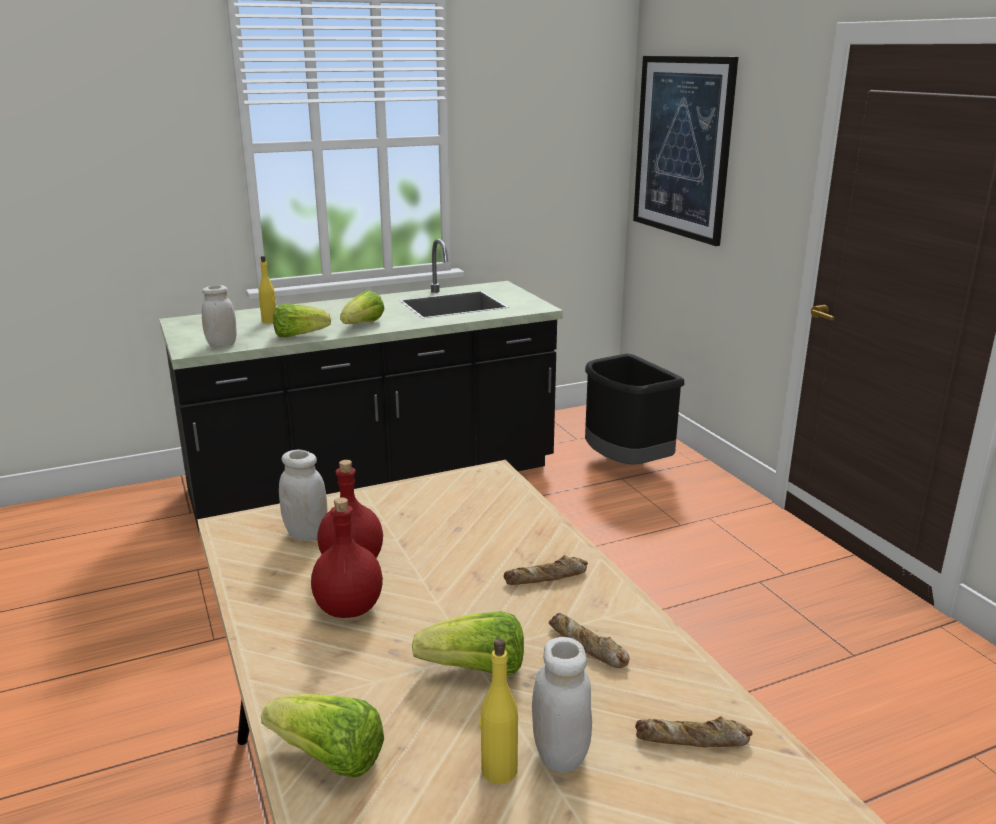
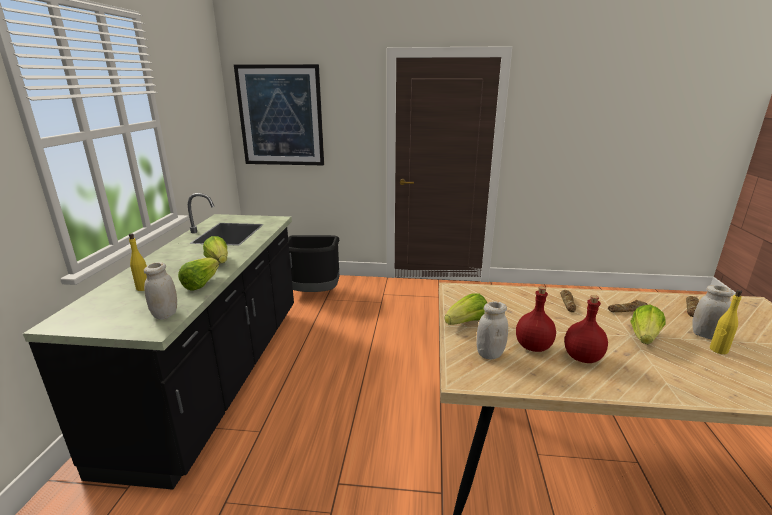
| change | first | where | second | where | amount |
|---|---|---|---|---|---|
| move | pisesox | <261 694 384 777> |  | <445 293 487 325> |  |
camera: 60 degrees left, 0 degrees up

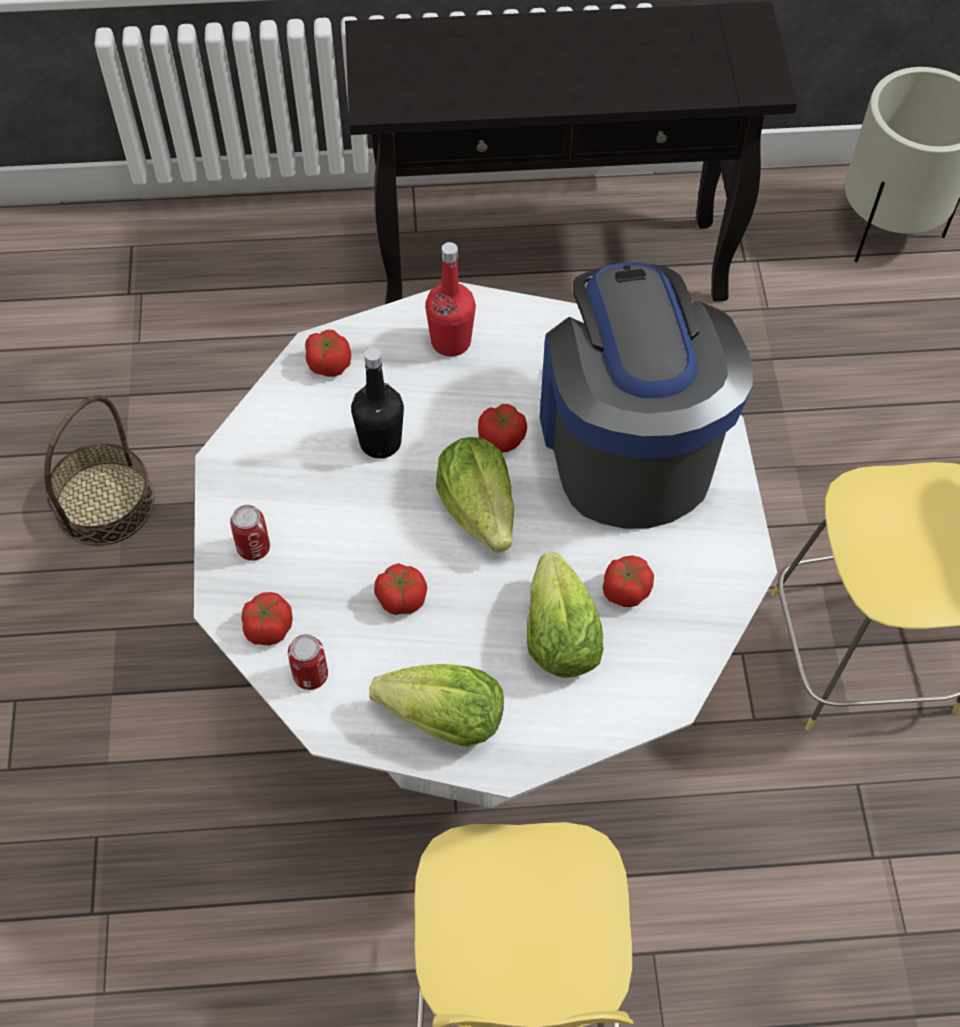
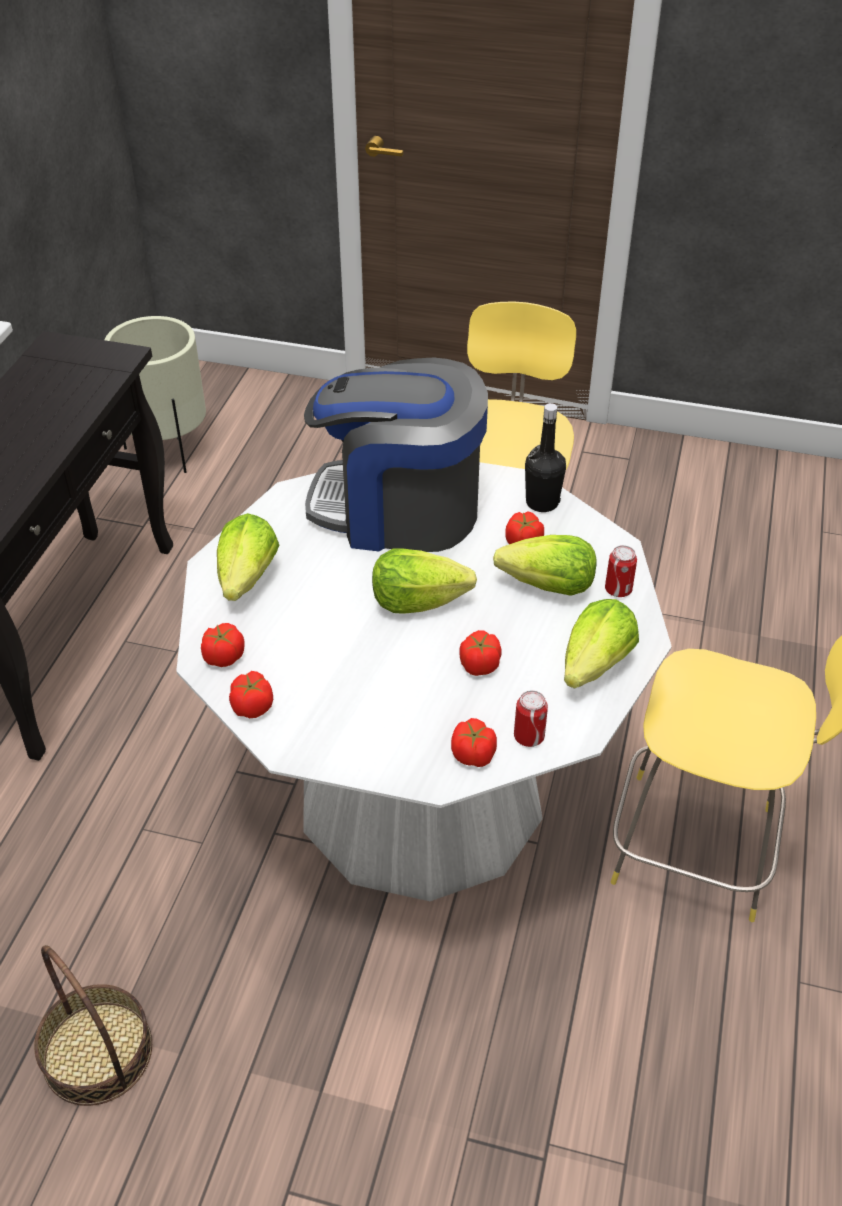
| change | first | where | second | where | amount |
|---|---|---|---|---|---|
| replace | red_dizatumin | <425 242 476 357> | pisesox | <217 513 279 601> |  |
| move | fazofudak | <478 404 527 453> |  | <229 671 273 719> |  |
| move | black_dizatumin | <351 347 404 459> |  | <525 403 566 512> |  |
| move | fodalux | <230 505 270 561> |  | <605 545 637 597> |  |
camera: 70 degrees left, 15 degrees down

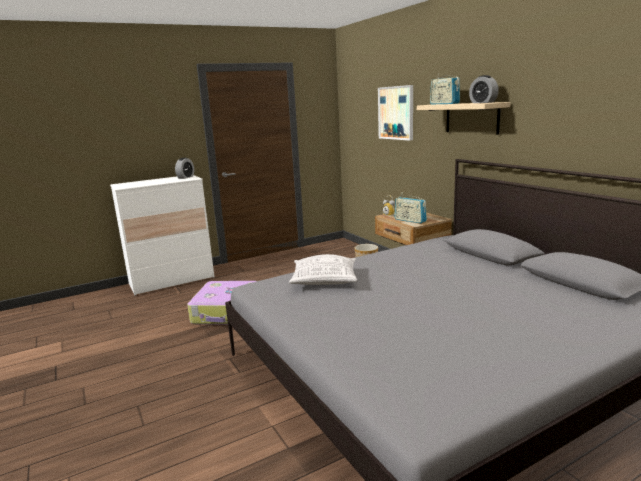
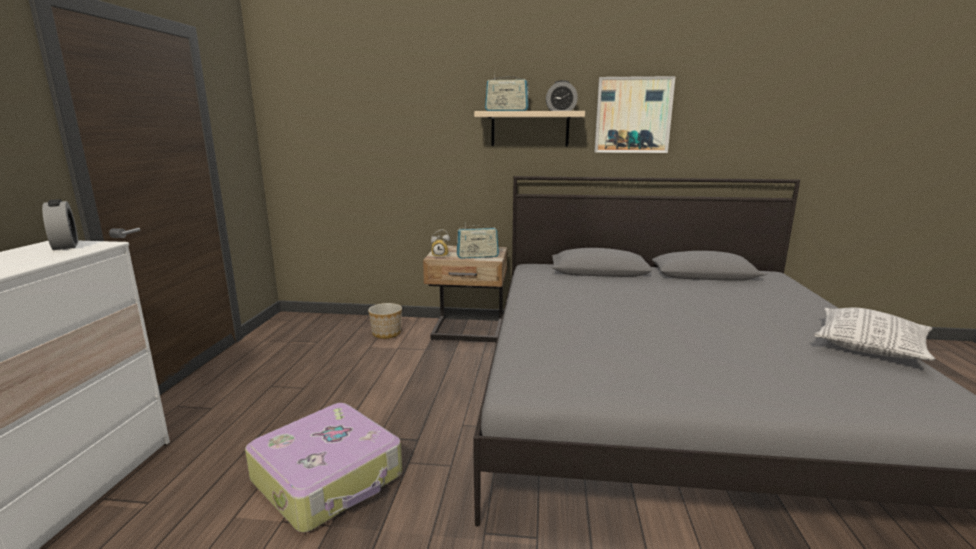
| change | first | where | second | where | amount |
|---|---|---|---|---|---|
| move | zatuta | <378 85 413 141> |  | <595 76 676 153> |  |
| move | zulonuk | <289 254 357 285> |  | <814 307 935 361> |  |
camera: 55 degrees left, 0 degrees up

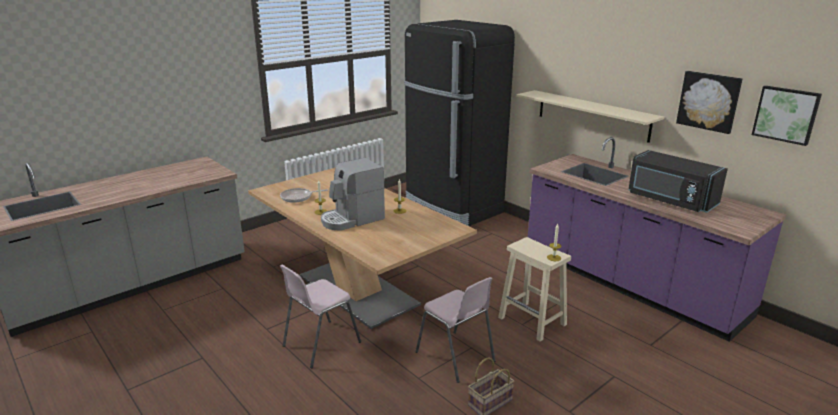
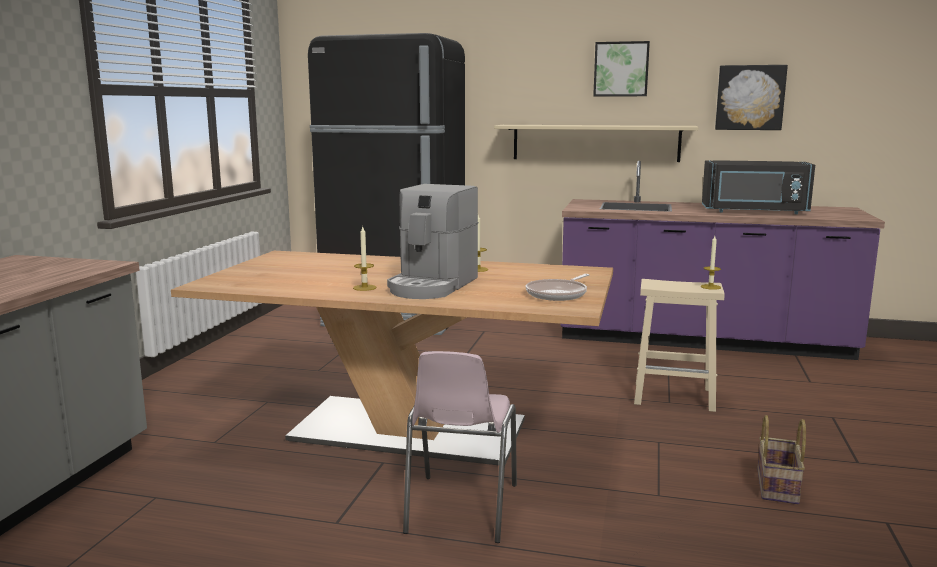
| change | first | where | second | where | amount |
|---|---|---|---|---|---|
| move | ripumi | <280 188 328 203> |  | <526 274 590 301> |  |
| move | zatuta | <752 86 822 146> |  | <593 41 650 96> |  |
| delete | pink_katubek | <415 277 495 383> |  |  |  |
camera: 35 degrees left, 10 degrees down

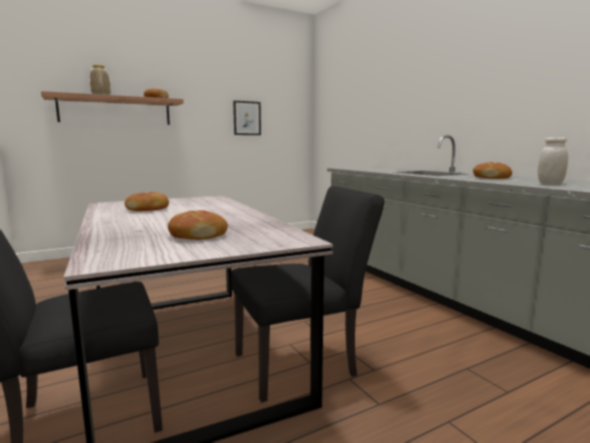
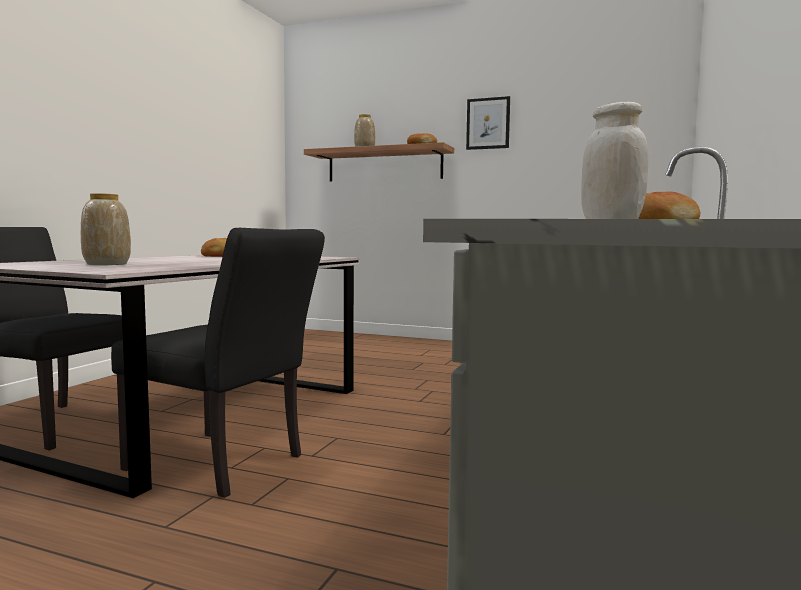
| change | first | where | second | where | amount |
|---|---|---|---|---|---|
| replace | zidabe | <168 210 228 240> | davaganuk | <81 193 131 265> |  |
| move | zatuta | <233 101 261 135> |  | <466 96 510 150> |  |
camera: 50 degrees right, 5 degrees down

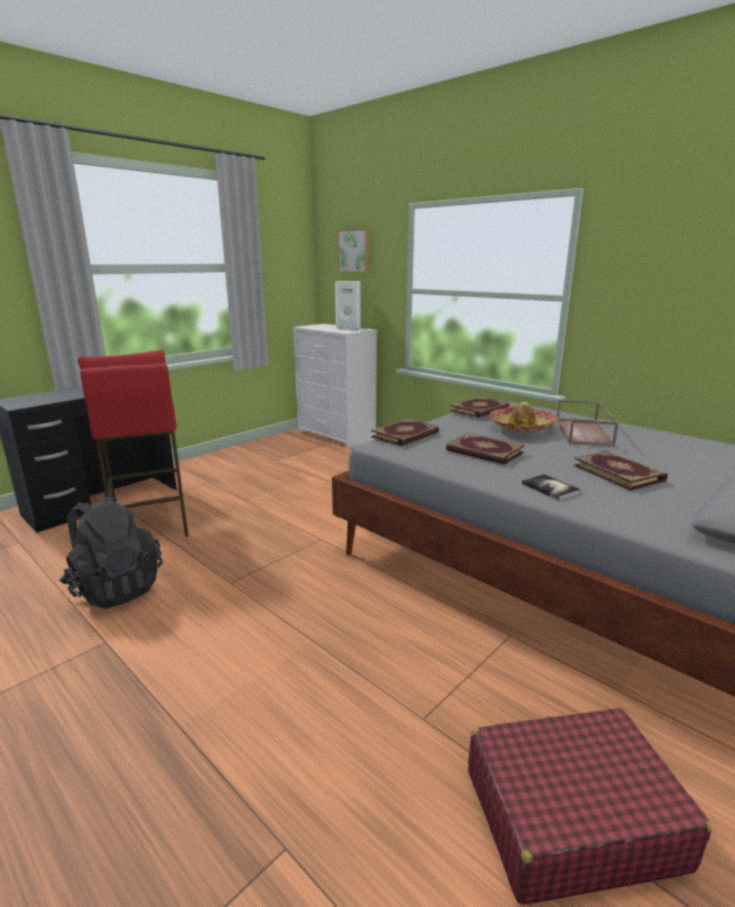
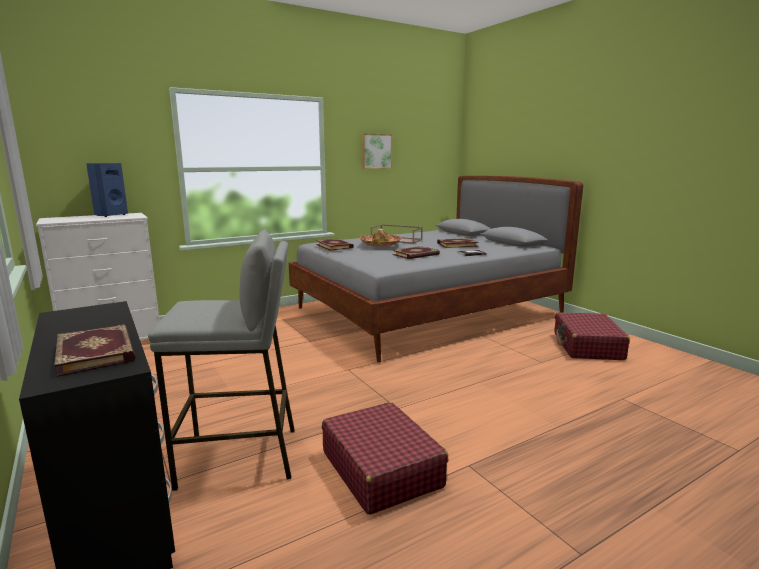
| change | first | where | second | where | amount |
|---|---|---|---|---|---|
| move | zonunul | <371 418 439 446> |  | <55 324 135 377> |  |
| recolor | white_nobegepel | <335 281 361 330> | blue_nobegepel | <86 163 128 217> |  |
| recolor | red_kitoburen | <78 350 188 537> | grey_kitoburen | <148 229 295 491> |  |
| replace | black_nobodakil | <60 495 162 609> | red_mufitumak | <322 402 448 515> |  |
| move | zatuta | <337 228 370 272> |  | <362 133 393 169> |  |
camera: 75 degrees left, 5 degrees down

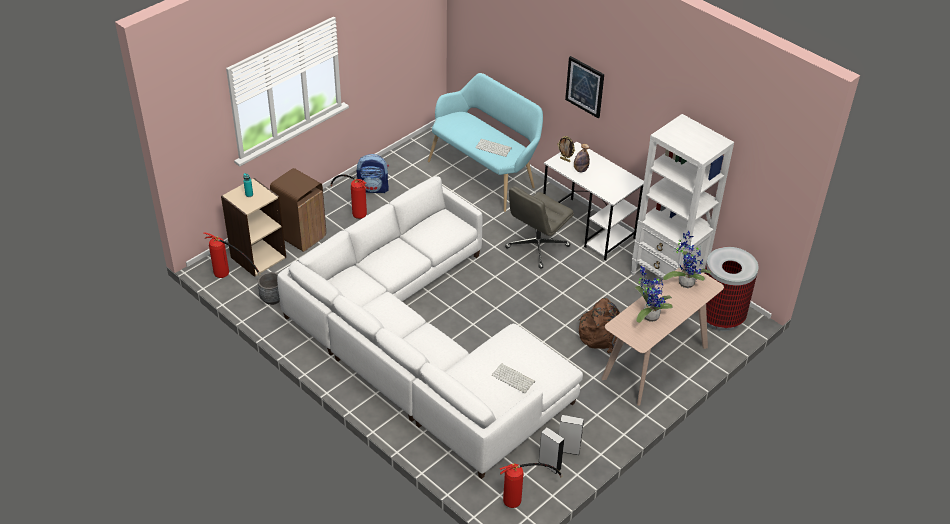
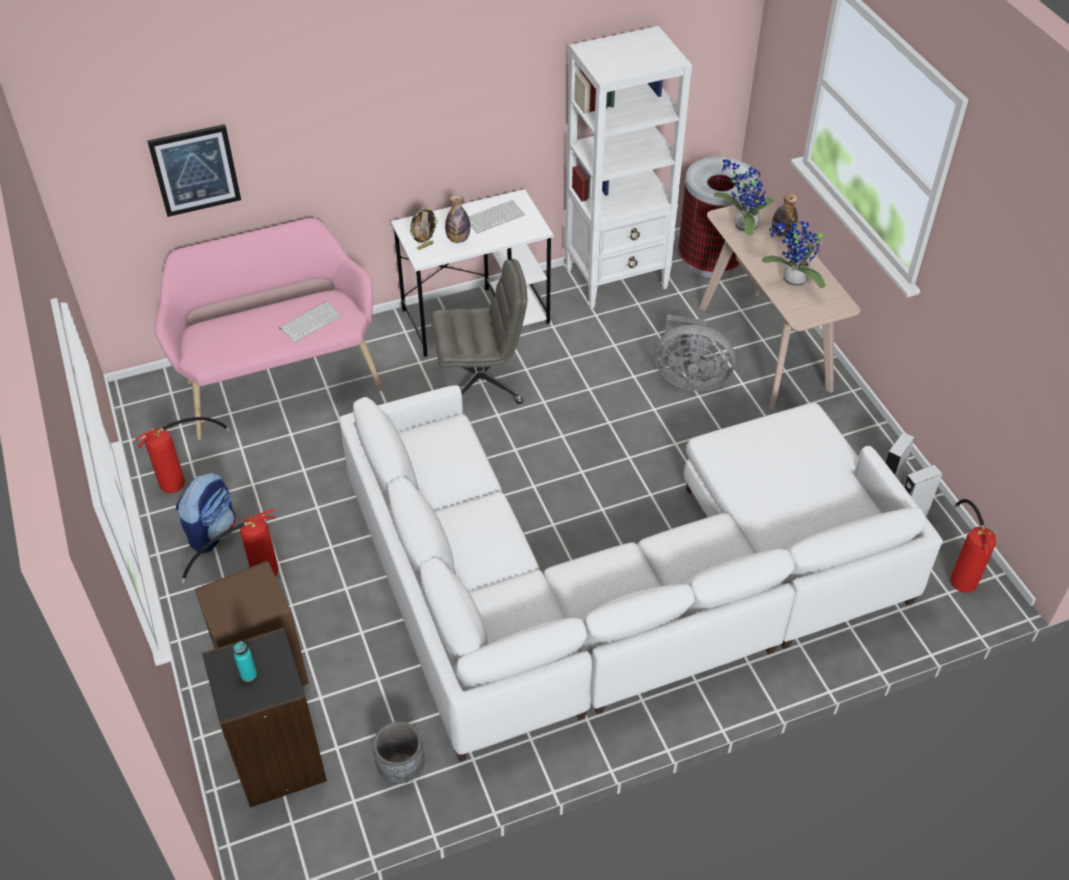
| change | first | where | second | where | amount |
|---|---|---|---|---|---|
| move | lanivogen | <203 232 261 278> |  | <134 417 230 493> |  |
| move | zatuta | <565 56 604 118> |  | <147 124 241 217> |  |
| recolor | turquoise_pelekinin | <428 73 543 212> | pink_pelekinin | <155 218 383 440> |  |
| recolor | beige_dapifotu | <221 178 286 277> | black_dapifotu | <202 628 327 808> |  |
| rotate | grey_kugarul | <505 186 574 269> |  | <431 259 527 404> | 75 degrees counterclockwise |
| move | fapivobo | <492 363 535 393> |  | <468 200 525 233> |  |
| replace | brown_nobodakil | <579 298 620 353> | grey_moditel | <655 315 736 391> |  |
| insert |  |  | dizatumin | <772 193 798 237> |  |
camera: 65 degrees left, 5 degrees up

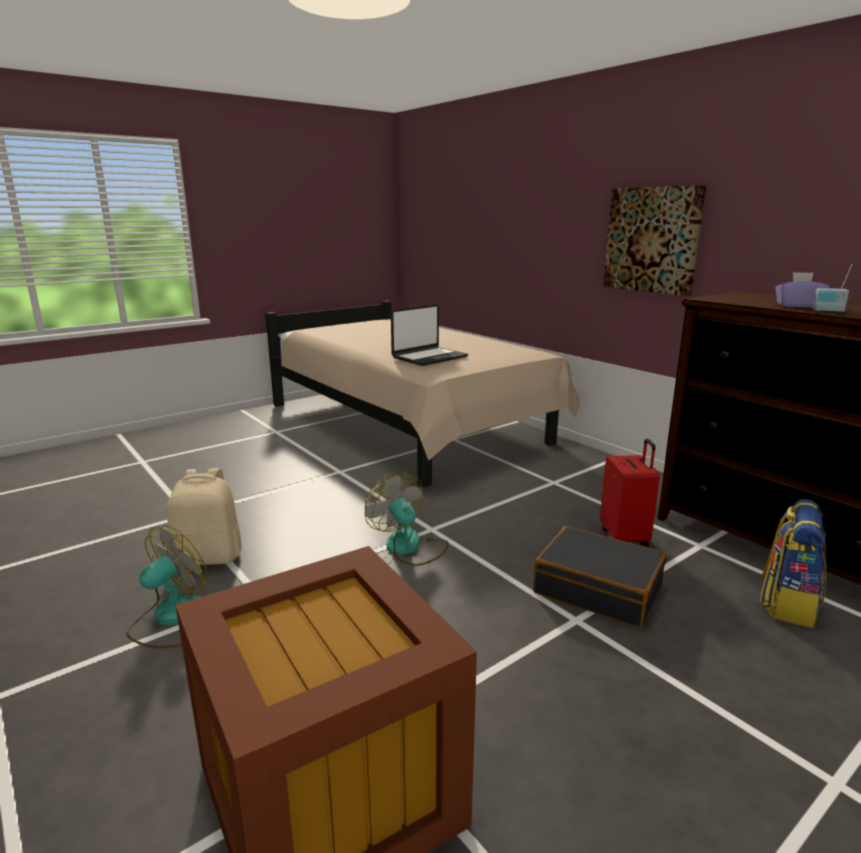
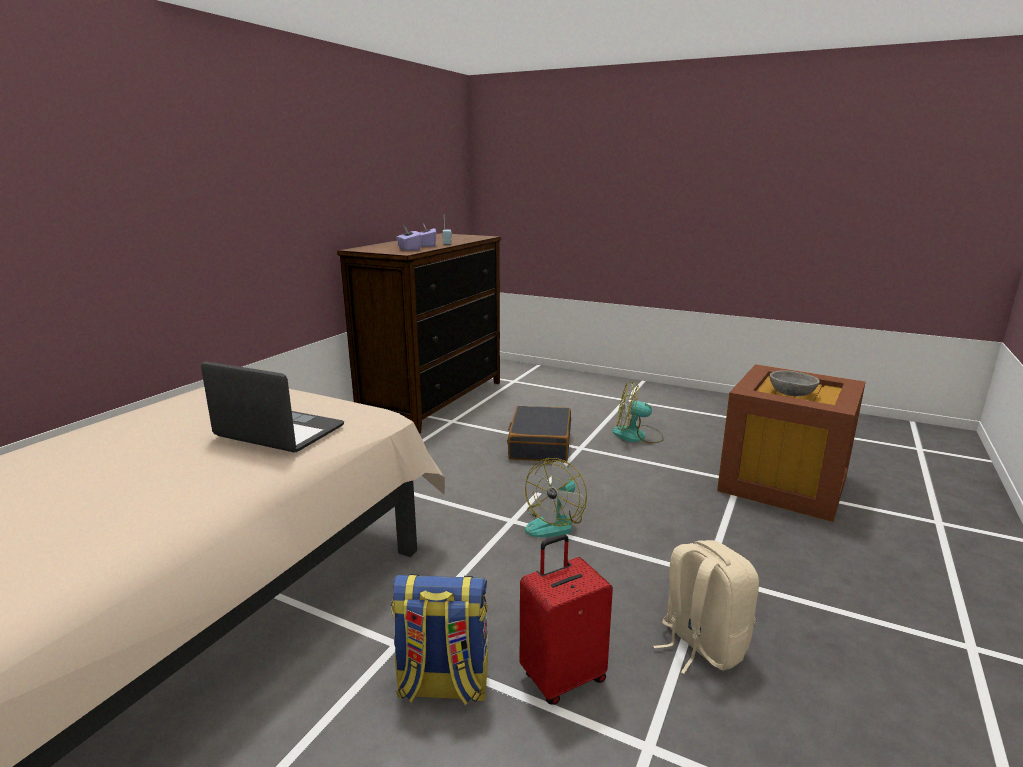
| change | first | where | second | where | amount |
|---|---|---|---|---|---|
| move | nobodakil | <760 499 827 628> |  | <392 574 488 705> |  |
| insert |  |  | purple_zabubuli | <396 226 421 251> |  |
| move | red_mufitumak | <600 439 660 548> |  | <520 534 613 705> |  |
| move | moditel | <127 525 208 648> |  | <612 381 664 444> |  |
| insert |  |  | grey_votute | <770 370 820 396> |  |
| delete | zatuta | <603 185 707 296> |  |  |  |
camera: 115 degrees left, 0 degrees up

